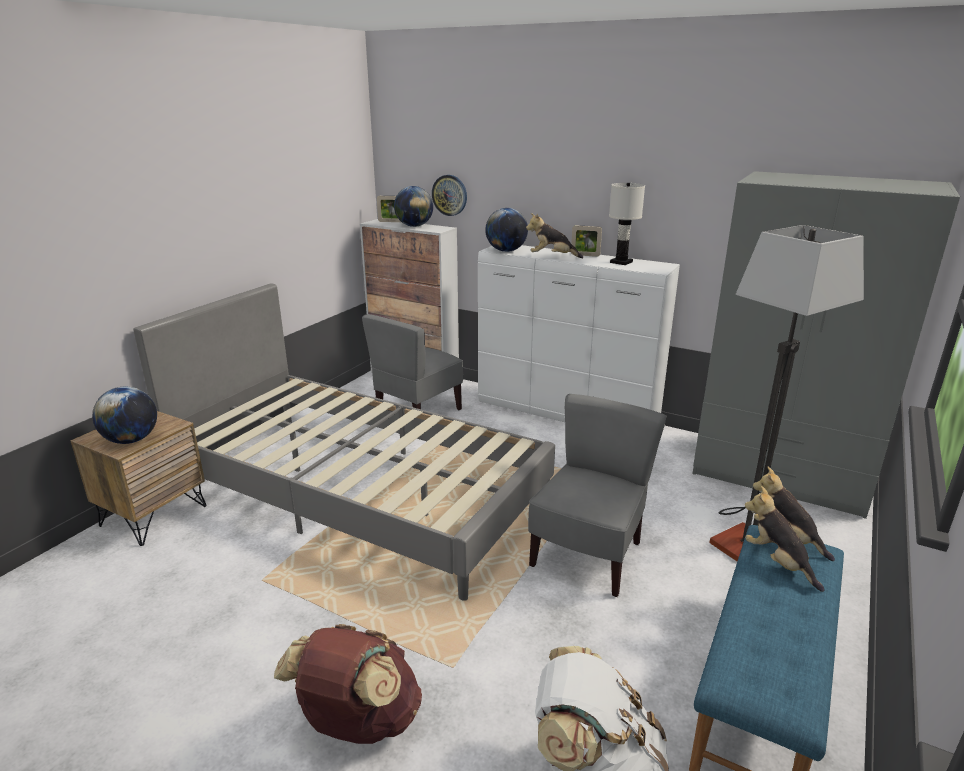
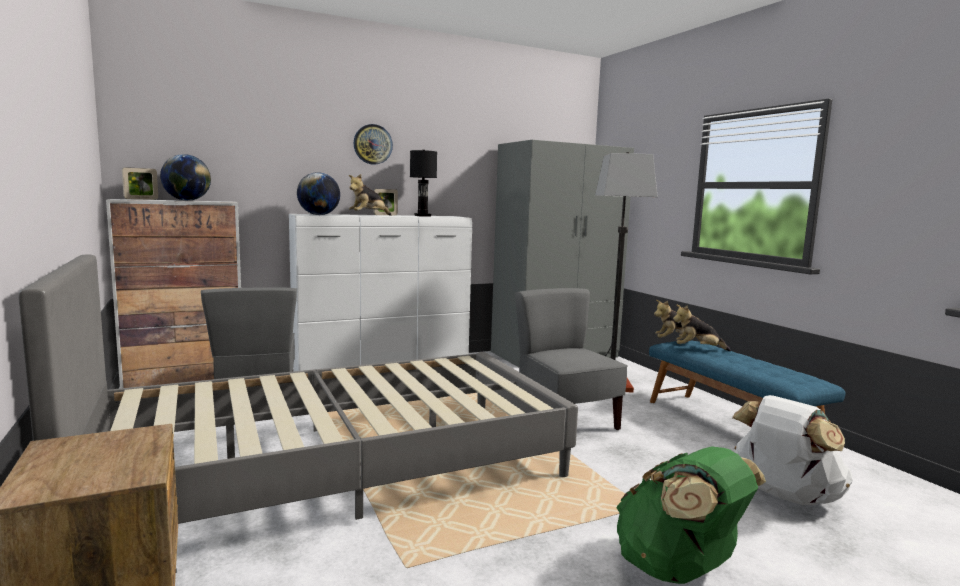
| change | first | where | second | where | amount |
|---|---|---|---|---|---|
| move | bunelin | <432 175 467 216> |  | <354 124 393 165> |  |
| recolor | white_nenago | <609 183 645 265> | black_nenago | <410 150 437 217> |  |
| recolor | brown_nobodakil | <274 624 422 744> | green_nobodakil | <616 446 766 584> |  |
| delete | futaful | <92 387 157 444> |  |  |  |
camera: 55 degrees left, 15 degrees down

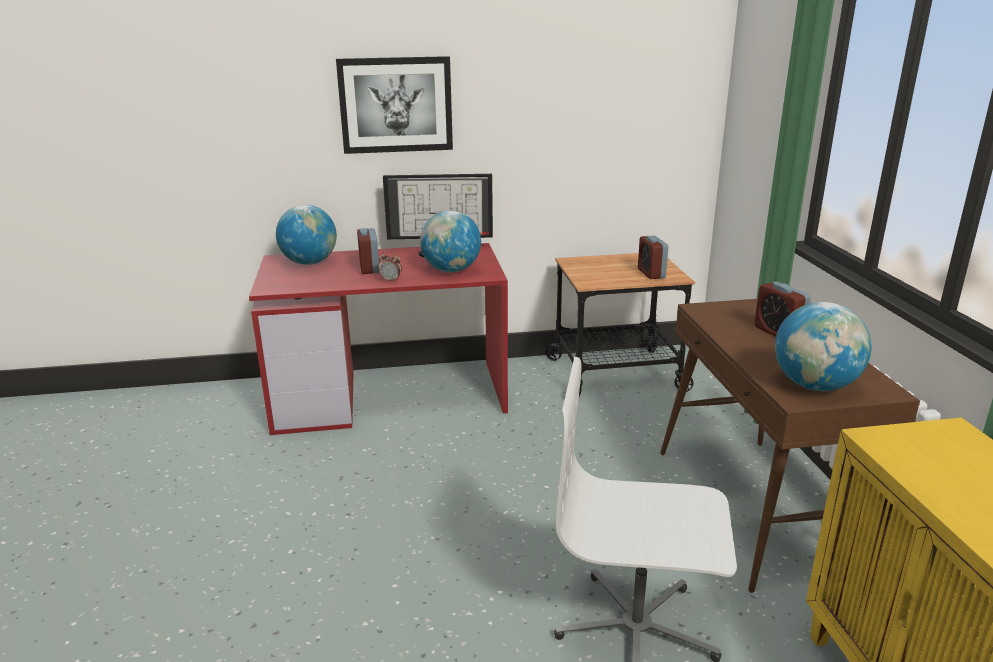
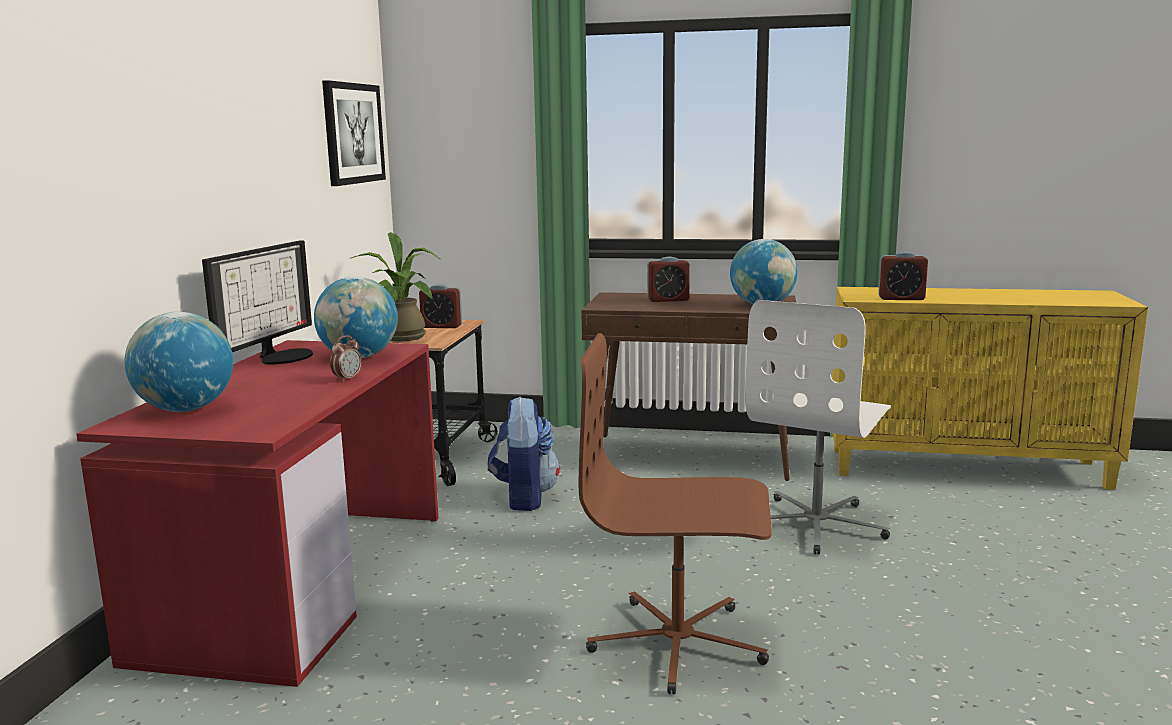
| change | first | where | second | where | amount |
|---|---|---|---|---|---|
| move | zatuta | <336 56 453 154> |  | <322 80 386 186> |  |
| insert |  |  | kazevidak | <349 232 441 341> |  |
| insert |  |  | nobodakil | <488 396 560 511> |  |
| insert |  |  | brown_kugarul | <579 333 772 695> |  |
| move | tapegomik | <357 228 379 274> |  | <878 251 928 300> |  |
camera: 70 degrees left, 10 degrees down

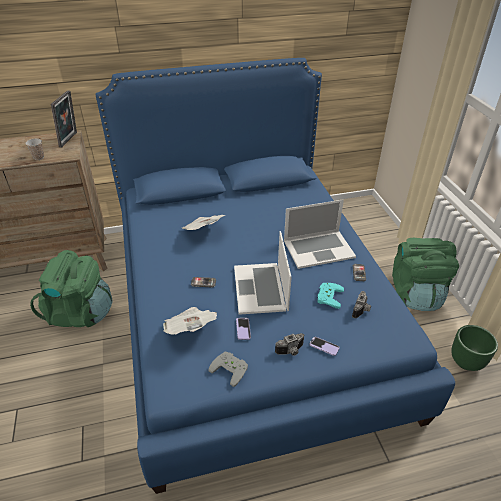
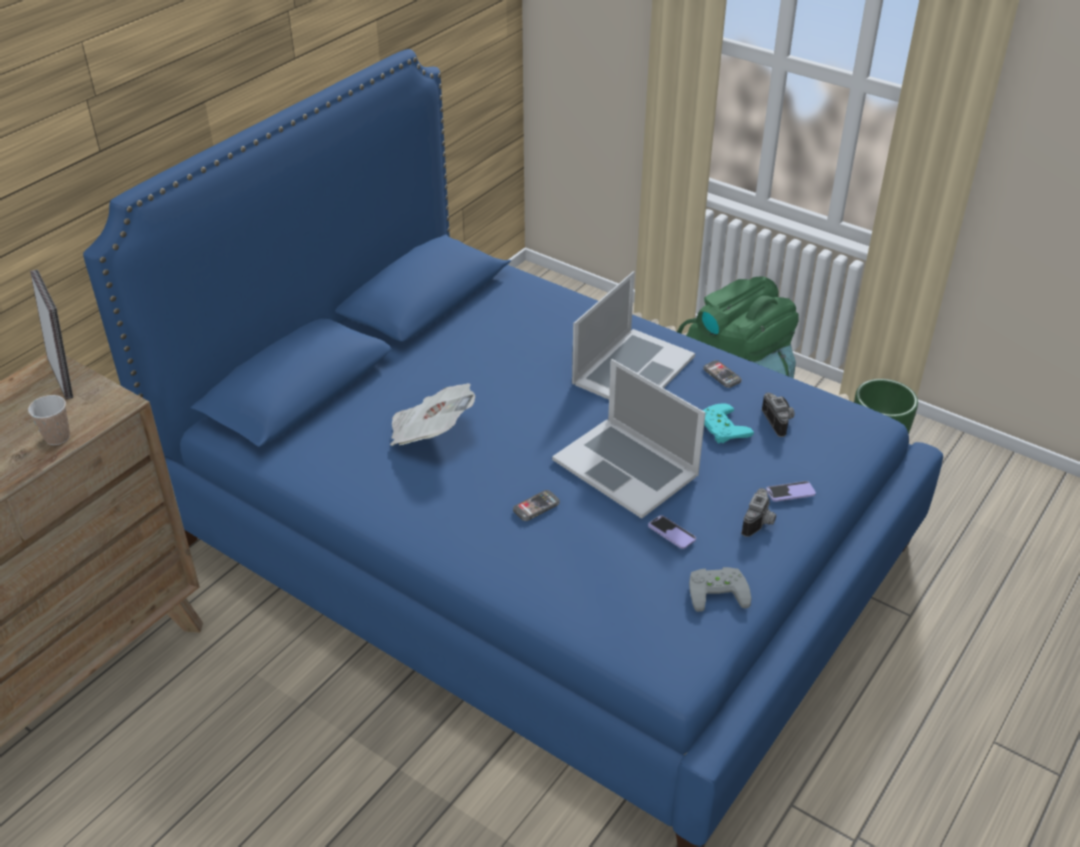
| change | first | where | second | where | amount |
|---|---|---|---|---|---|
| delete | green_nobodakil | <30 250 113 327> |  |  |  |
| delete | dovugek | <163 307 217 335> |  |  |  |
camera: 40 degrees left, 0 degrees up

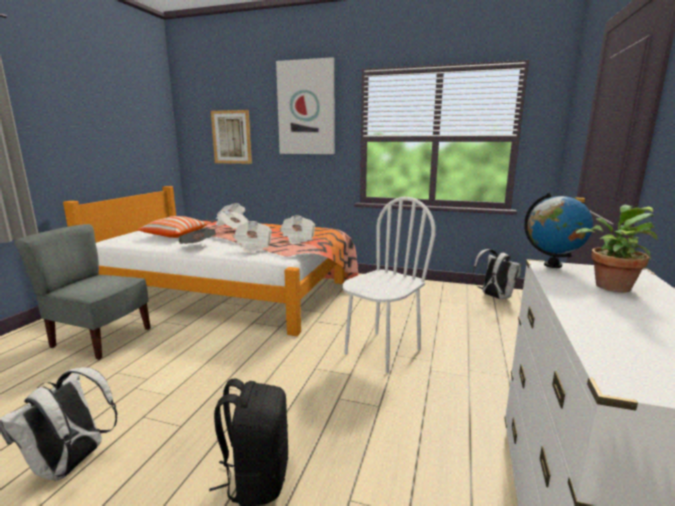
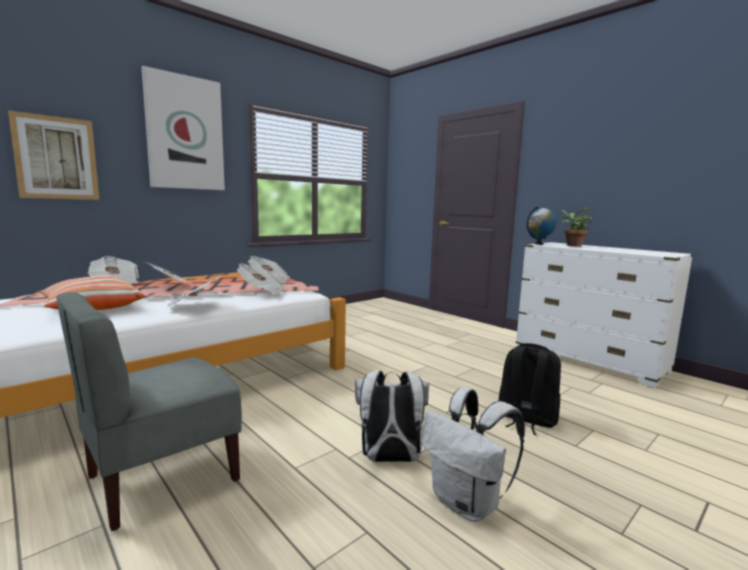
| change | first | where | second | where | amount |
|---|---|---|---|---|---|
| move | white_nobodakil | <473 249 521 299> |  | <355 370 429 462> |  |
| delete | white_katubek | <343 197 436 373> |  |  |  |
camera: 60 degrees left, 5 degrees down

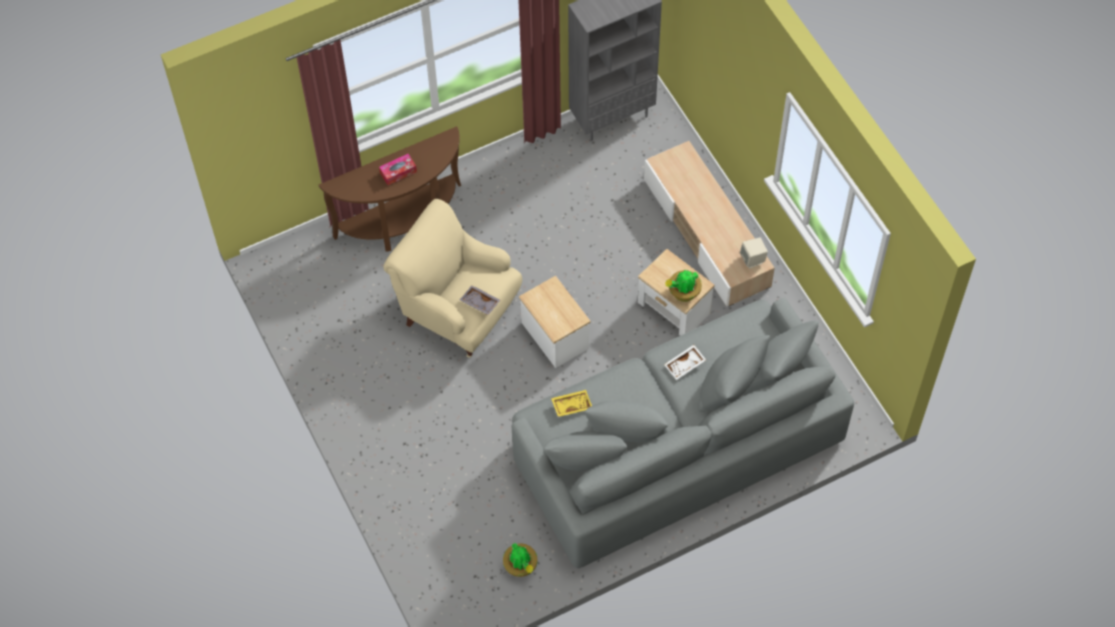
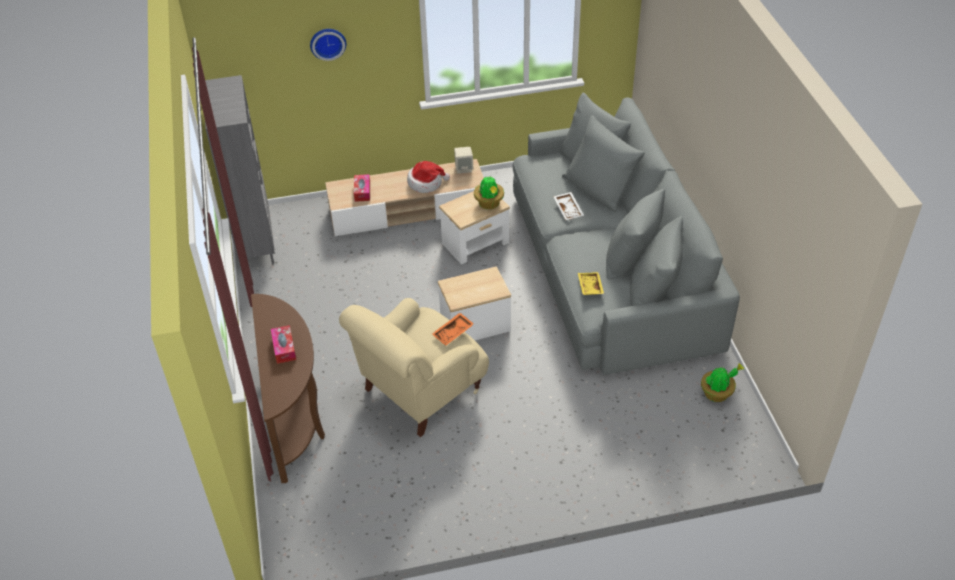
| change | first | where | second | where | amount |
|---|---|---|---|---|---|
| insert |  |  | bunelin | <310 29 346 61> |  |
| insert |  |  | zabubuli | <354 174 370 202> |  |
| insert |  |  | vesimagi | <407 161 450 193> |  |
| recolor | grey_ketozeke | <460 286 500 315> | orange_ketozeke | <432 313 474 346> |  |
camera: 75 degrees left, 15 degrees down

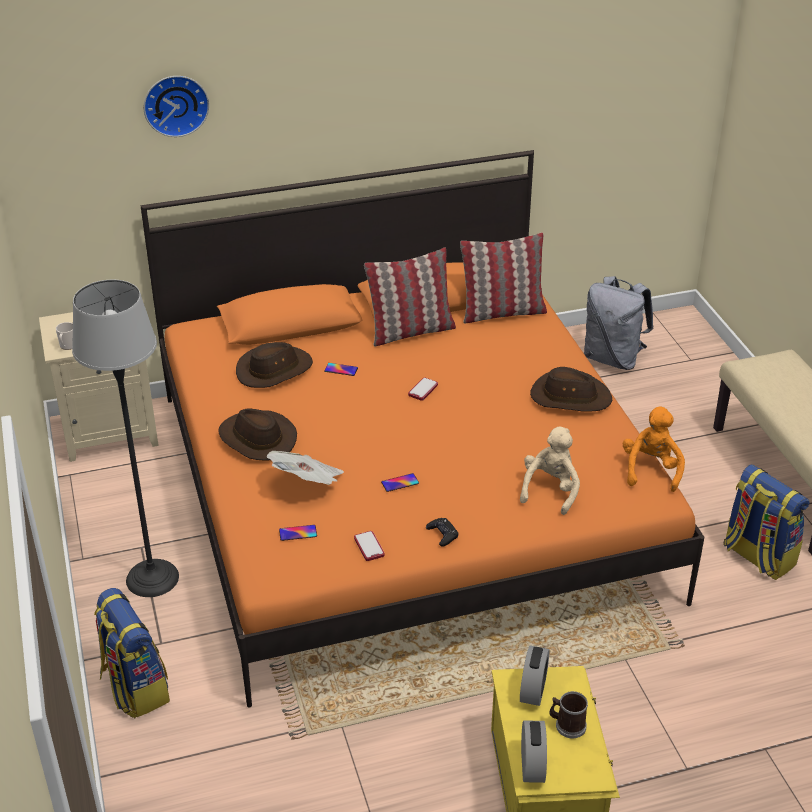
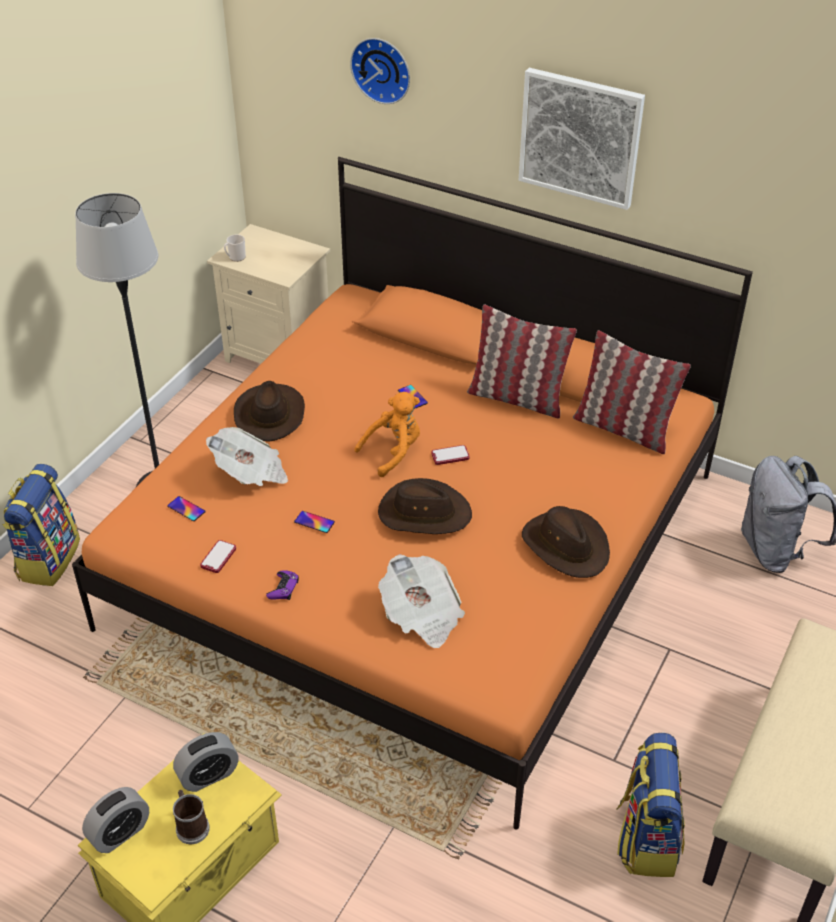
| change | first | where | second | where | amount |
|---|---|---|---|---|---|
| recolor | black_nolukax | <426 518 459 547> | purple_nolukax | <266 570 299 600> |  |
| move | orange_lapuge | <623 407 685 492> |  | <354 392 420 477> |  |
| move | brown_vesimagi | <236 342 313 388> |  | <378 478 472 534> |  |
| replace | beige_lapuge | <520 427 580 515> | dovugek | <378 554 465 648> |  |
| insert |  |  | zatuta | <519 68 645 210> |  |
camera: 45 degrees right, 5 degrees up

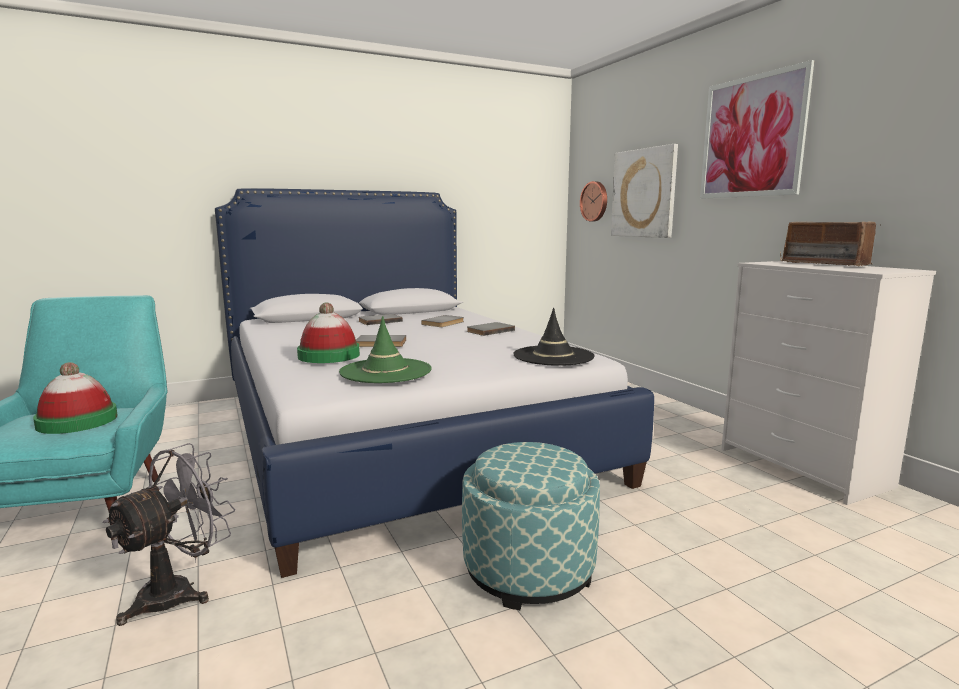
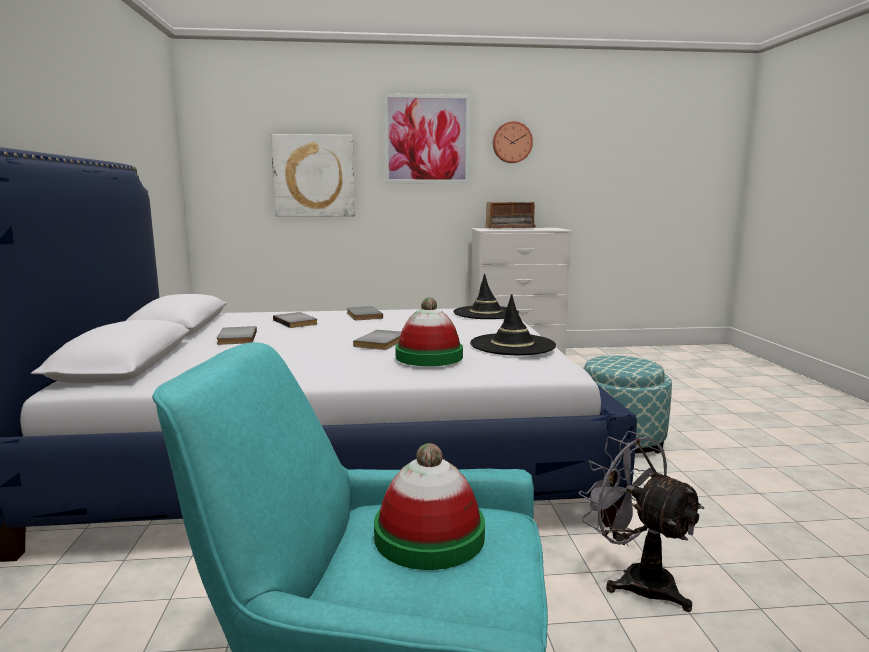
| change | first | where | second | where | amount |
|---|---|---|---|---|---|
| recolor | green_vesimagi | <339 316 432 383> | black_vesimagi | <470 294 556 355> |  |
| move | bunelin | <580 181 607 221> |  | <493 121 533 163> |  |
camera: 70 degrees left, 0 degrees up

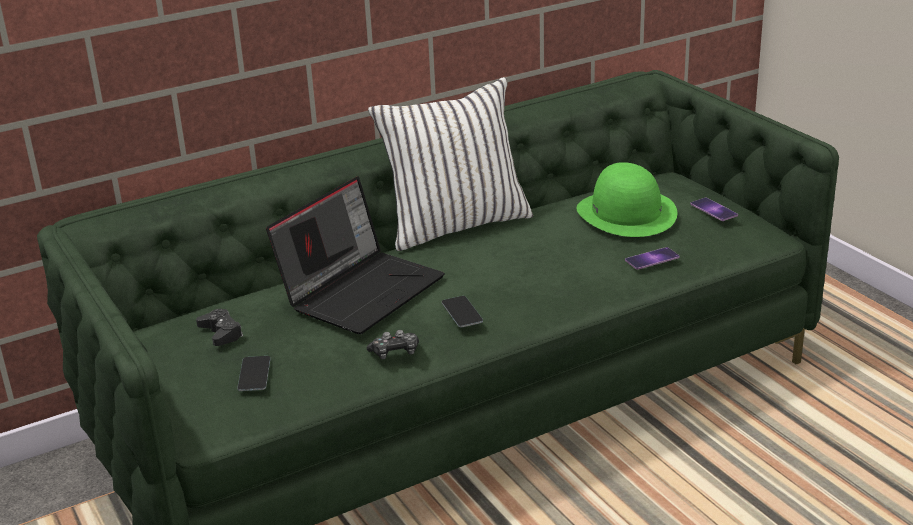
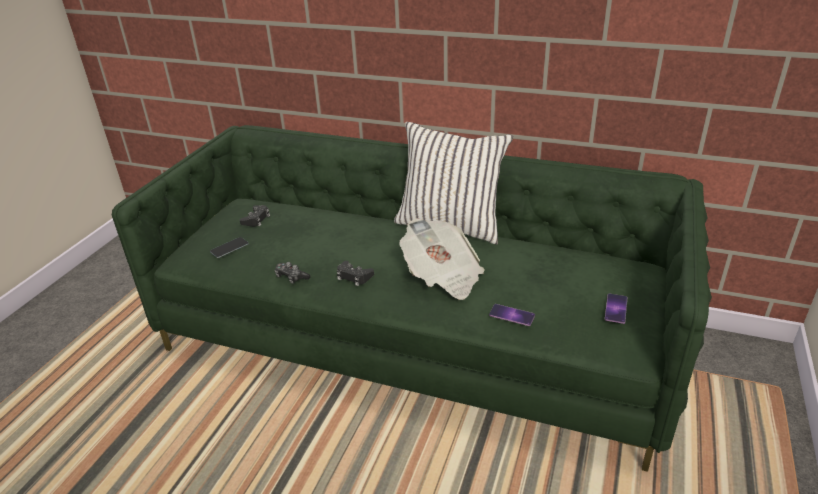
| change | first | where | second | where | amount |
|---|---|---|---|---|---|
| replace | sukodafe | <442 296 483 327> | black_nolukax | <337 261 374 286> |  |
| insert |  |  | dovugek | <399 218 485 300> |  |
| delete | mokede | <266 176 445 334> |  |  |  |
| delete | green_vesimagi | <577 162 677 237> |  |  |  |
camera: 50 degrees right, 5 degrees up

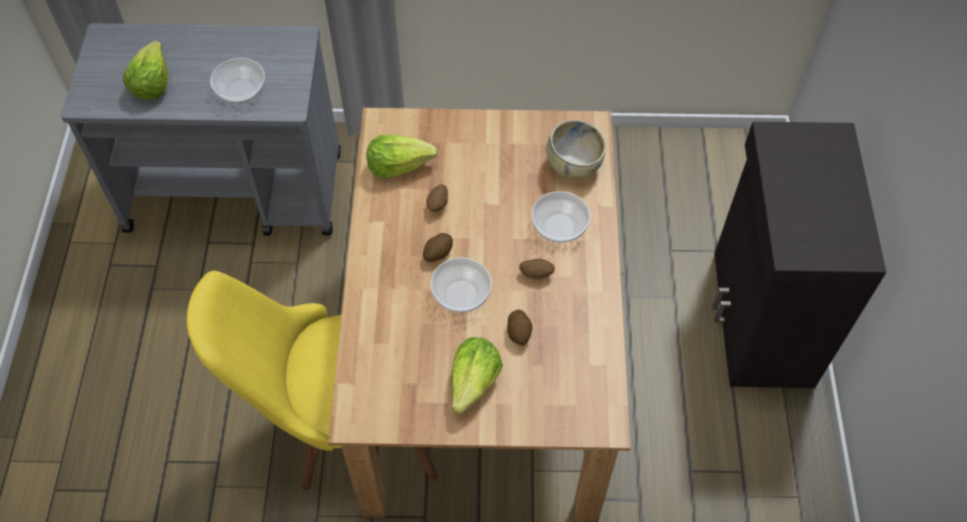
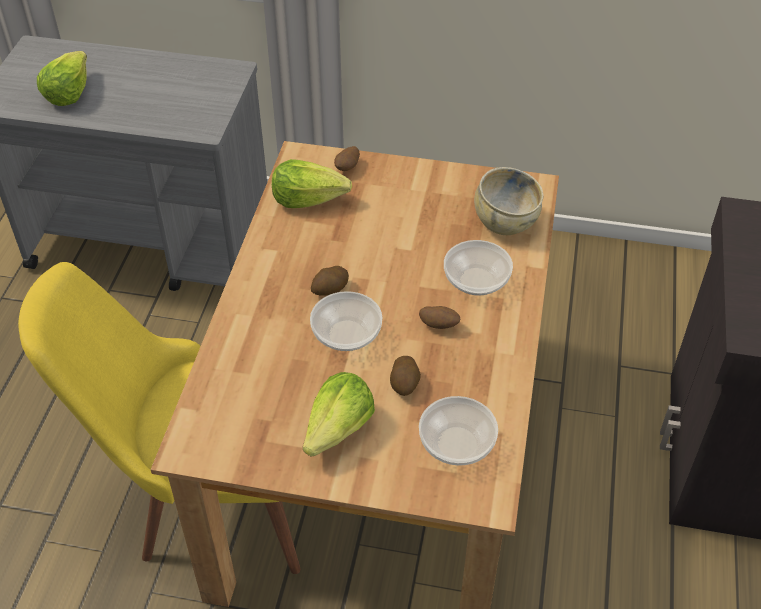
| change | first | where | second | where | amount |
|---|---|---|---|---|---|
| move | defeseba | <427 184 448 212> |  | <334 146 360 171> |  |
| move | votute | <210 58 265 103> |  | <419 396 498 466> |  |
camera: 10 degrees right, 10 degrees down

